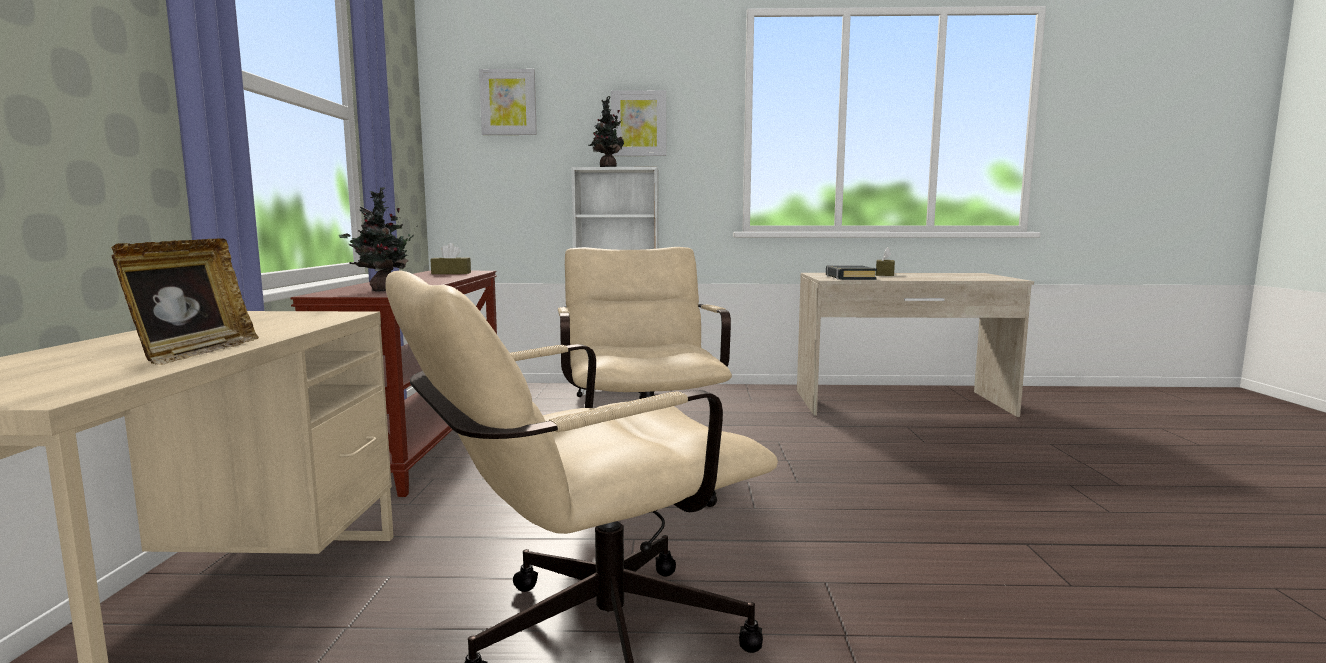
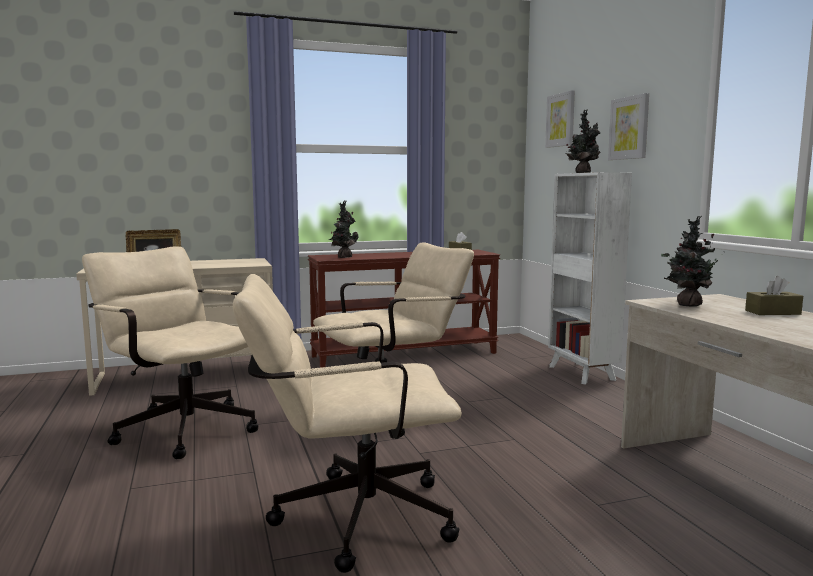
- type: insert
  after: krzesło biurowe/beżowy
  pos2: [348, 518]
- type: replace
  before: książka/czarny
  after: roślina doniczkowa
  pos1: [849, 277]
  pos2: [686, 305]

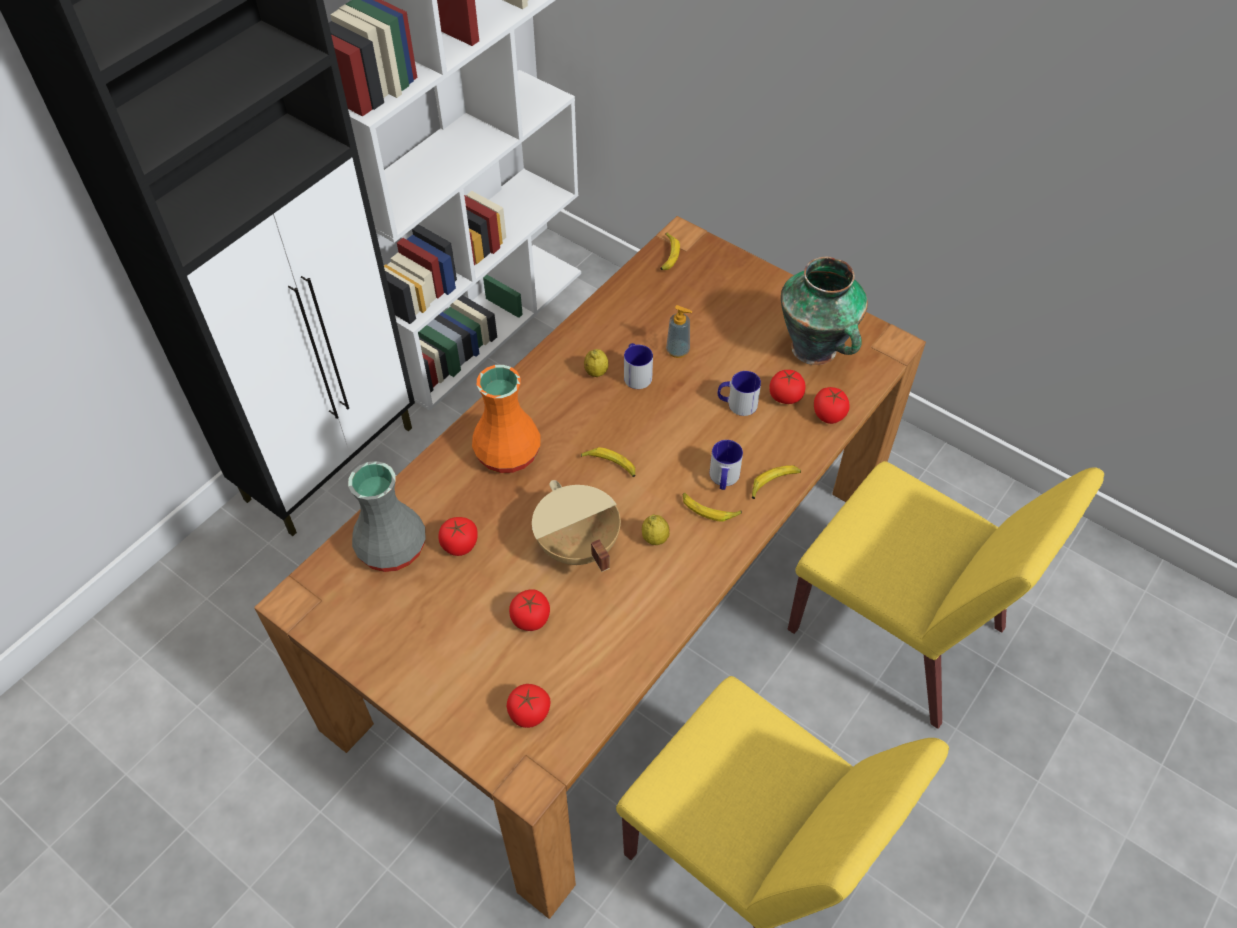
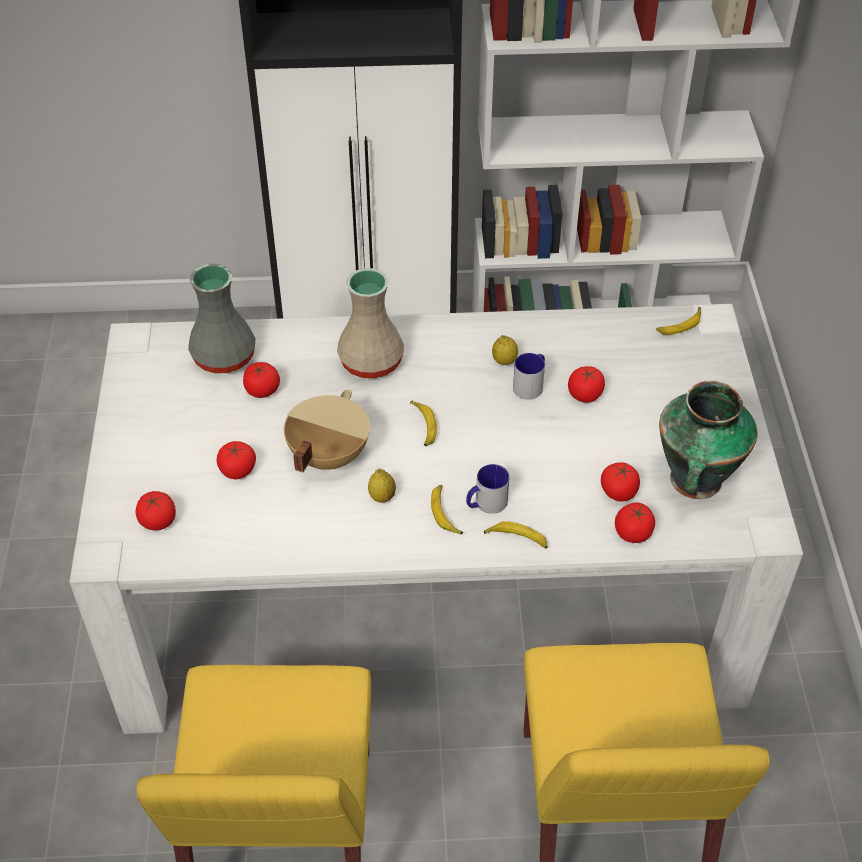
- type: recolor
  before: stół jadalny/brązowy
  after: stół jadalny/biały
  pos1: [618, 601]
  pos2: [431, 591]
- type: recolor
  before: wazon/pomarańczowy
  after: wazon/beżowy
  pos1: [508, 454]
  pos2: [370, 362]
- type: replace
  before: dozownik mydła
  after: pomidor
  pos1: [677, 351]
  pos2: [585, 394]
- type: delete
  before: kubek
  pos1: [736, 404]

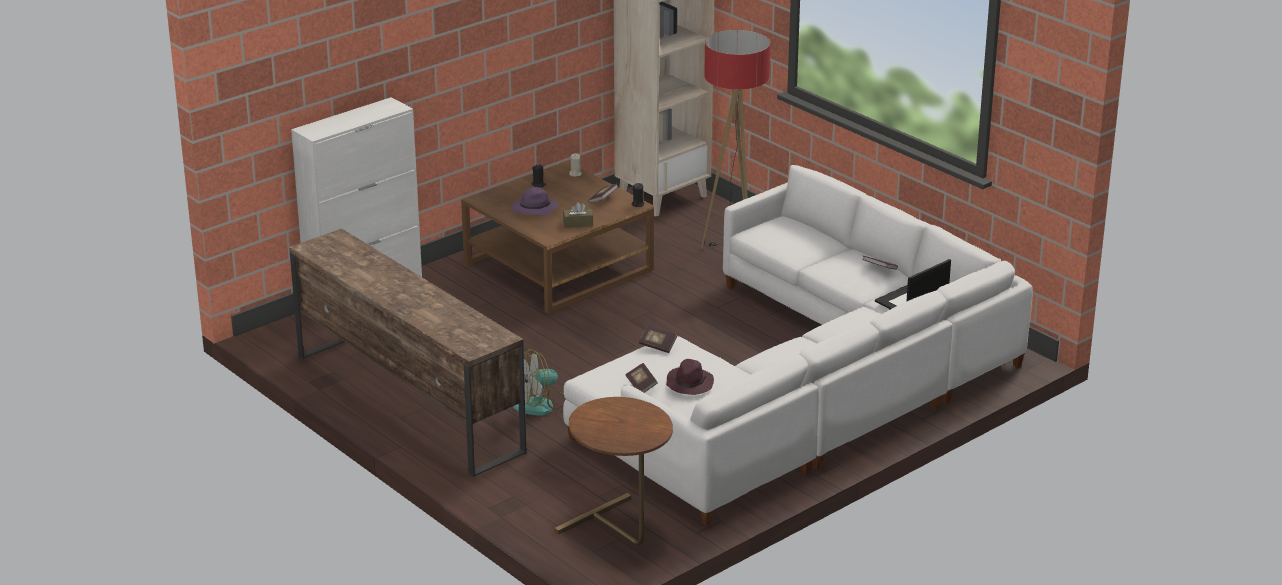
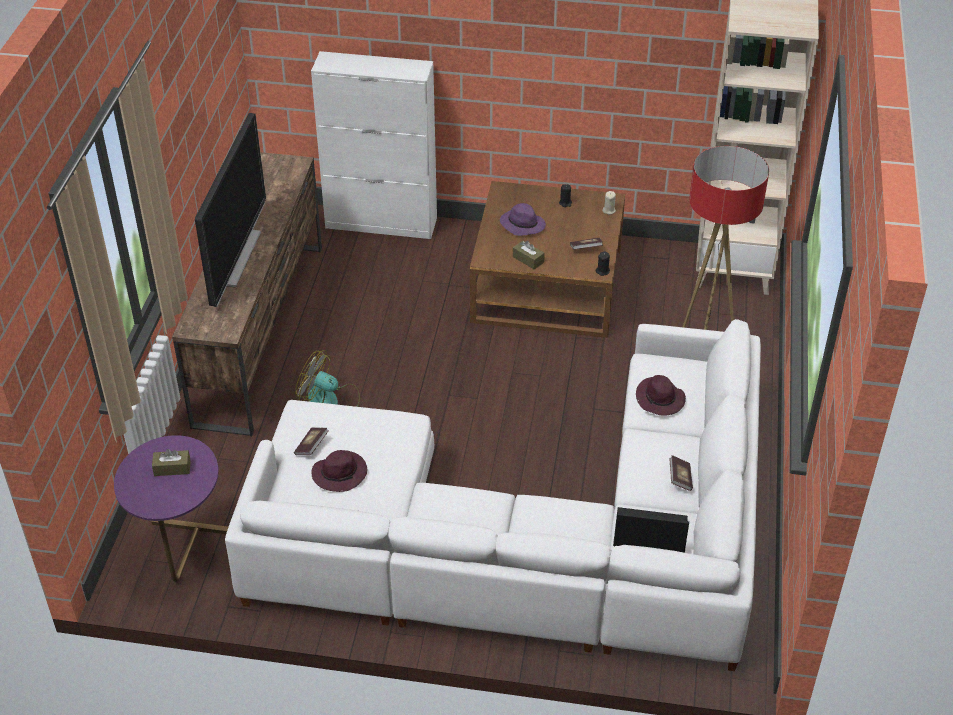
- type: recolor
  before: stolik/brązowy
  after: stolik/fioletowy
  pos1: [619, 533]
  pos2: [185, 559]
- type: insert
  after: pudełko chusteczek/brązowy
  pos2: [172, 468]
- type: insert
  after: telewizor
  pos2: [235, 257]
- type: insert
  after: kapelusz/fioletowy
  pos2: [660, 399]
- type: delete
  before: książka
  pos1: [658, 346]

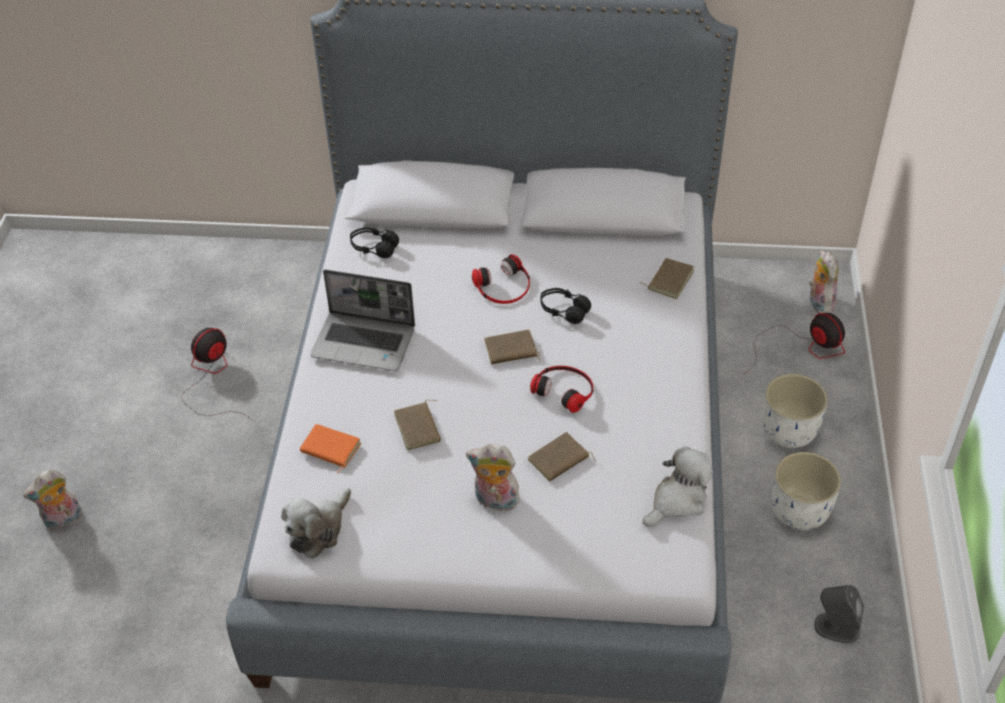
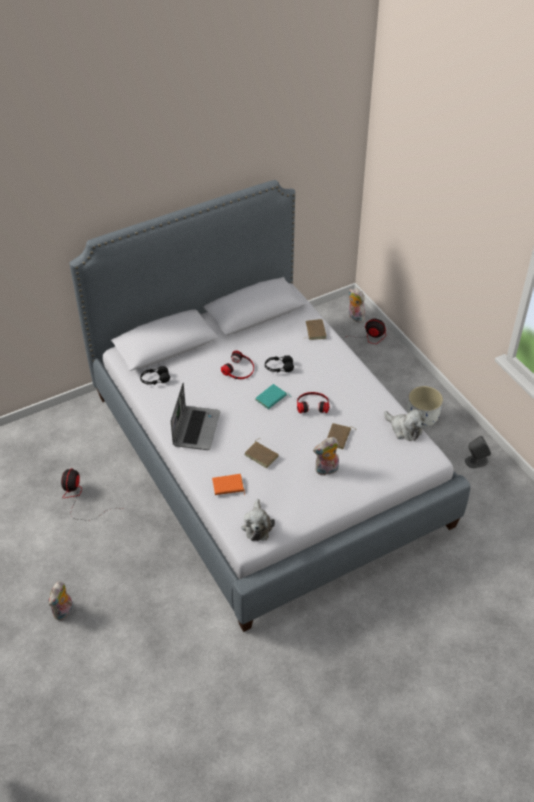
- type: rotate
  before: laptop
  pos1: [365, 342]
  pos2: [196, 428]
  turn: -60
- type: recolor
  before: książka/brązowy
  after: książka/turkusowy
  pos1: [511, 351]
  pos2: [271, 398]
- type: rotate
  before: pluszak
  pos1: [677, 500]
  pos2: [404, 429]
  turn: 120
- type: delete
  before: donica/biały
  pos1: [789, 431]

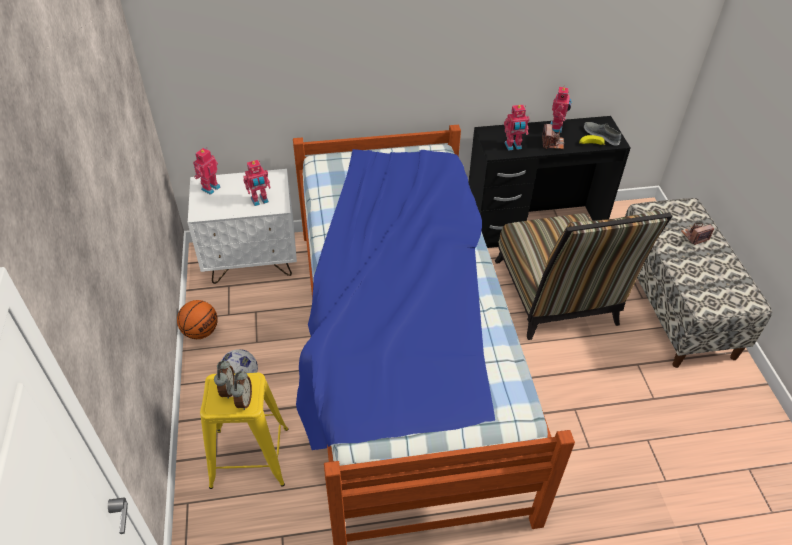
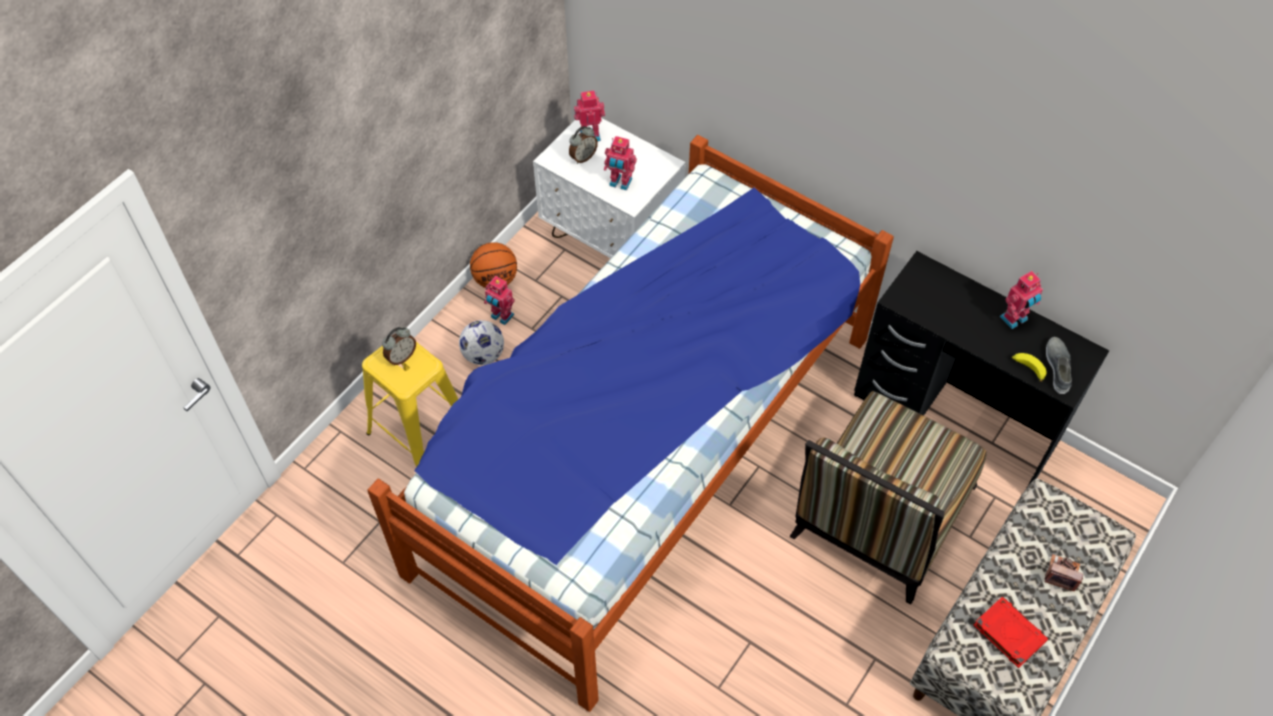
- type: move
  before: robot zabawkowy
  pos1: [513, 146]
  pos2: [501, 317]
- type: move
  before: budzik
  pos1: [243, 401]
  pos2: [583, 157]
- type: insert
  after: książka/czerwony
  pos2: [1008, 633]
- type: delete
  before: aparat fotograficzny
  pos1: [552, 143]

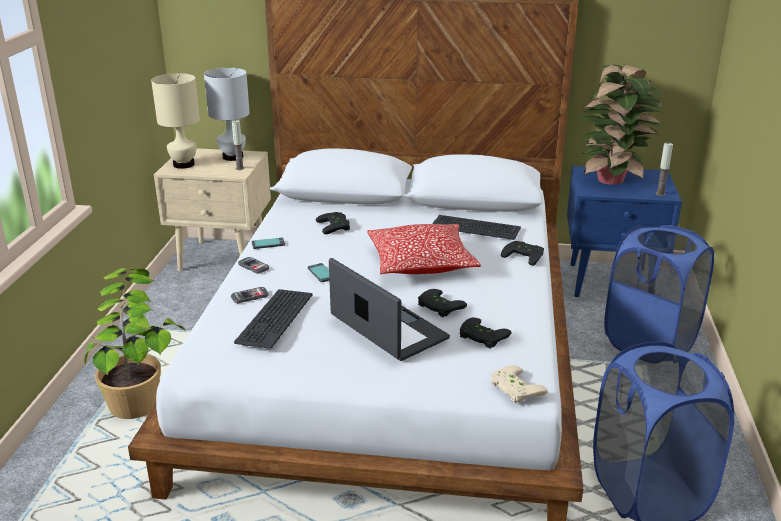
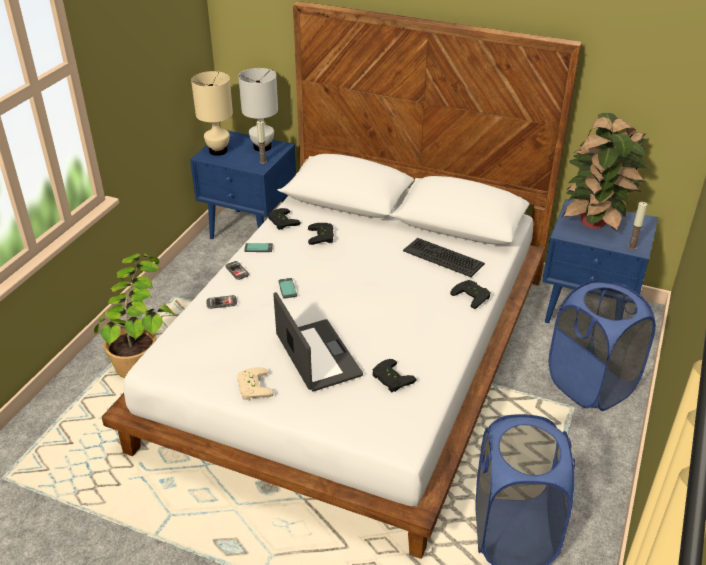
- type: recolor
  before: szafka nocna/beżowy
  after: szafka nocna/niebieski
  pos1: [224, 258]
  pos2: [251, 231]
- type: move
  before: pad do gier/beżowy
  pos1: [514, 389]
  pos2: [252, 387]
- type: move
  before: pad do gier/czarny
  pos1: [438, 307]
  pos2: [281, 221]
- type: delete
  before: klawiatura
  pos1: [274, 318]
- type: delete
  before: poduszka
  pos1: [421, 263]

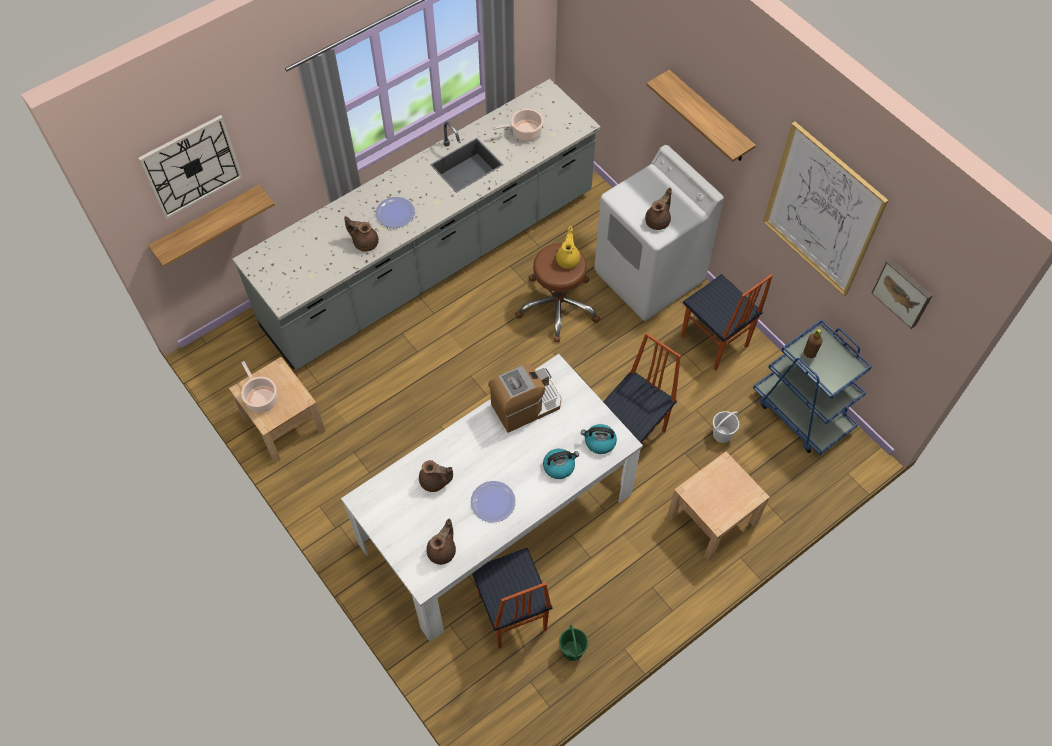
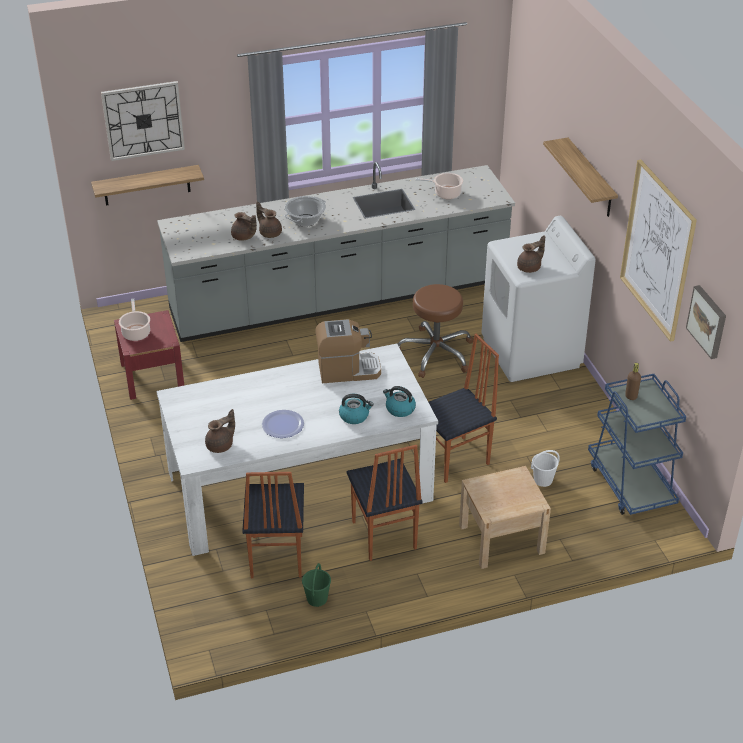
- type: recolor
  before: szafka nocna/beżowy
  after: szafka nocna/czerwony
  pos1: [284, 424]
  pos2: [152, 376]
- type: move
  before: imbryk/brązowy
  pos1: [435, 481]
  pos2: [243, 237]
- type: replace
  before: talerz
  after: garnek
  pos1: [395, 213]
  pos2: [305, 220]
- type: move
  before: krzesło
  pos1: [714, 342]
  pos2: [383, 536]
- type: delete
  before: imbryk/żółty
  pos1: [568, 259]

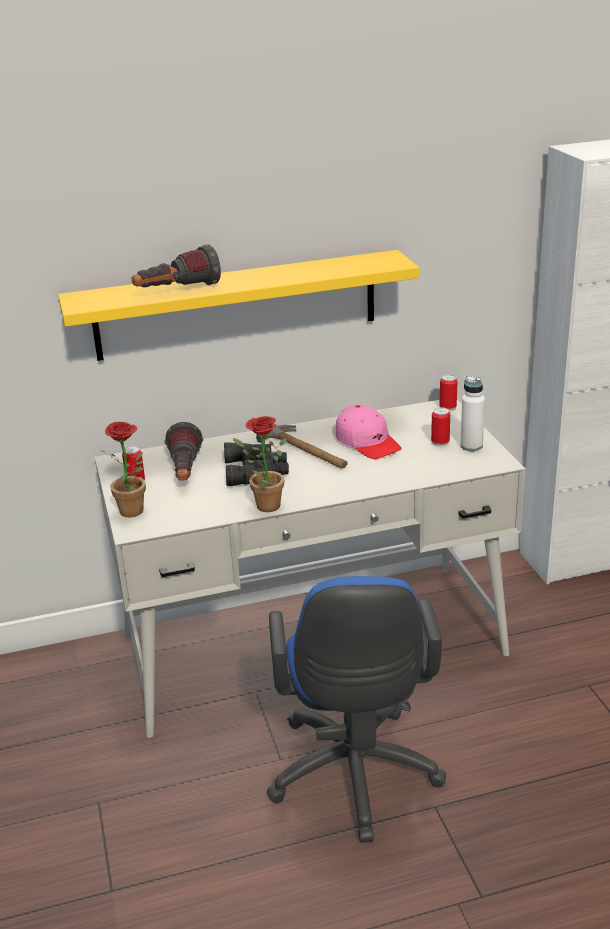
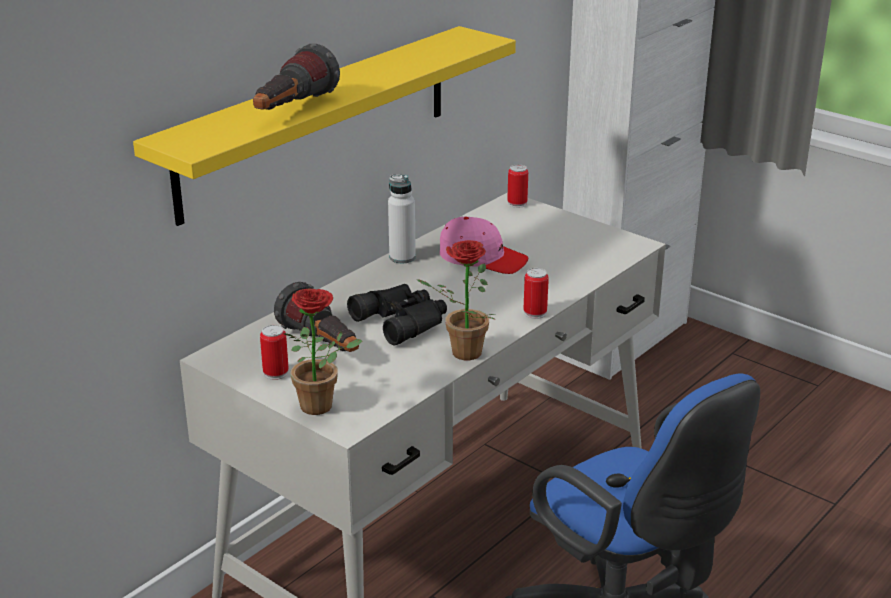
- type: move
  before: butelka/biały
  pos1: [471, 446]
  pos2: [402, 257]
- type: move
  before: puszka
  pos1: [440, 442]
  pos2: [535, 313]
- type: delete
  before: młotek
  pos1: [306, 451]

